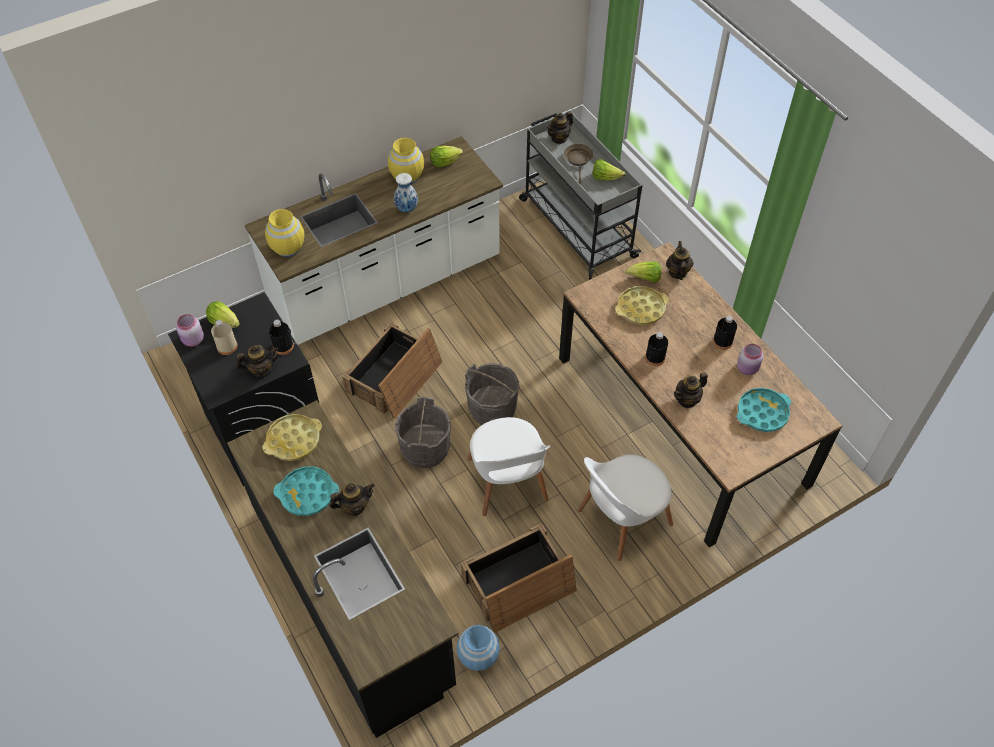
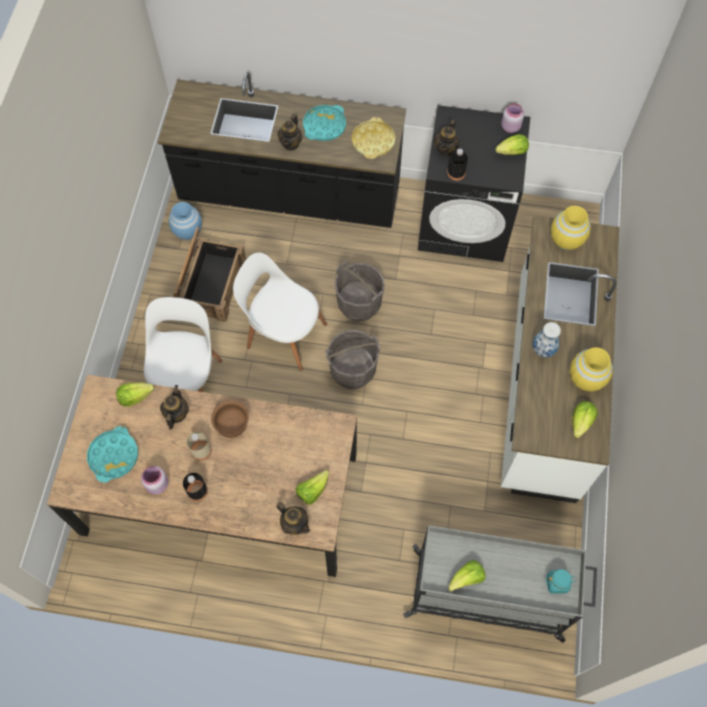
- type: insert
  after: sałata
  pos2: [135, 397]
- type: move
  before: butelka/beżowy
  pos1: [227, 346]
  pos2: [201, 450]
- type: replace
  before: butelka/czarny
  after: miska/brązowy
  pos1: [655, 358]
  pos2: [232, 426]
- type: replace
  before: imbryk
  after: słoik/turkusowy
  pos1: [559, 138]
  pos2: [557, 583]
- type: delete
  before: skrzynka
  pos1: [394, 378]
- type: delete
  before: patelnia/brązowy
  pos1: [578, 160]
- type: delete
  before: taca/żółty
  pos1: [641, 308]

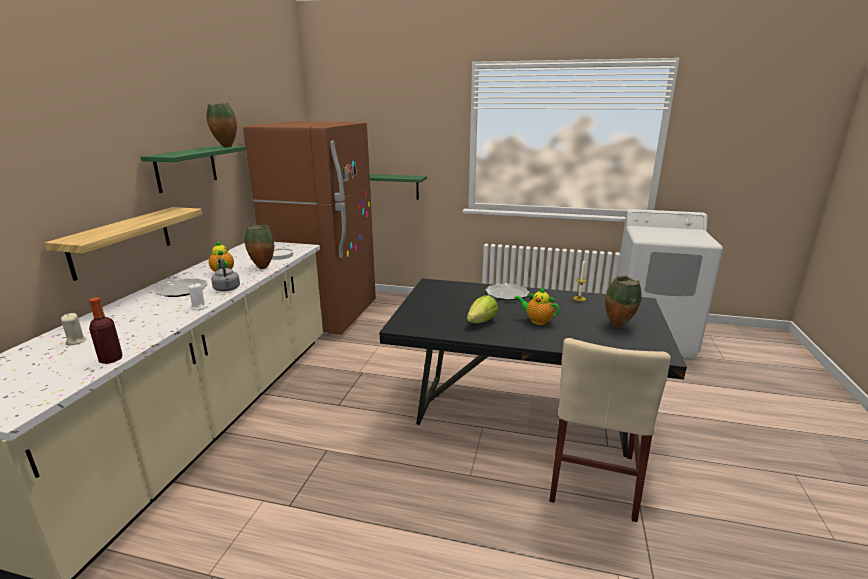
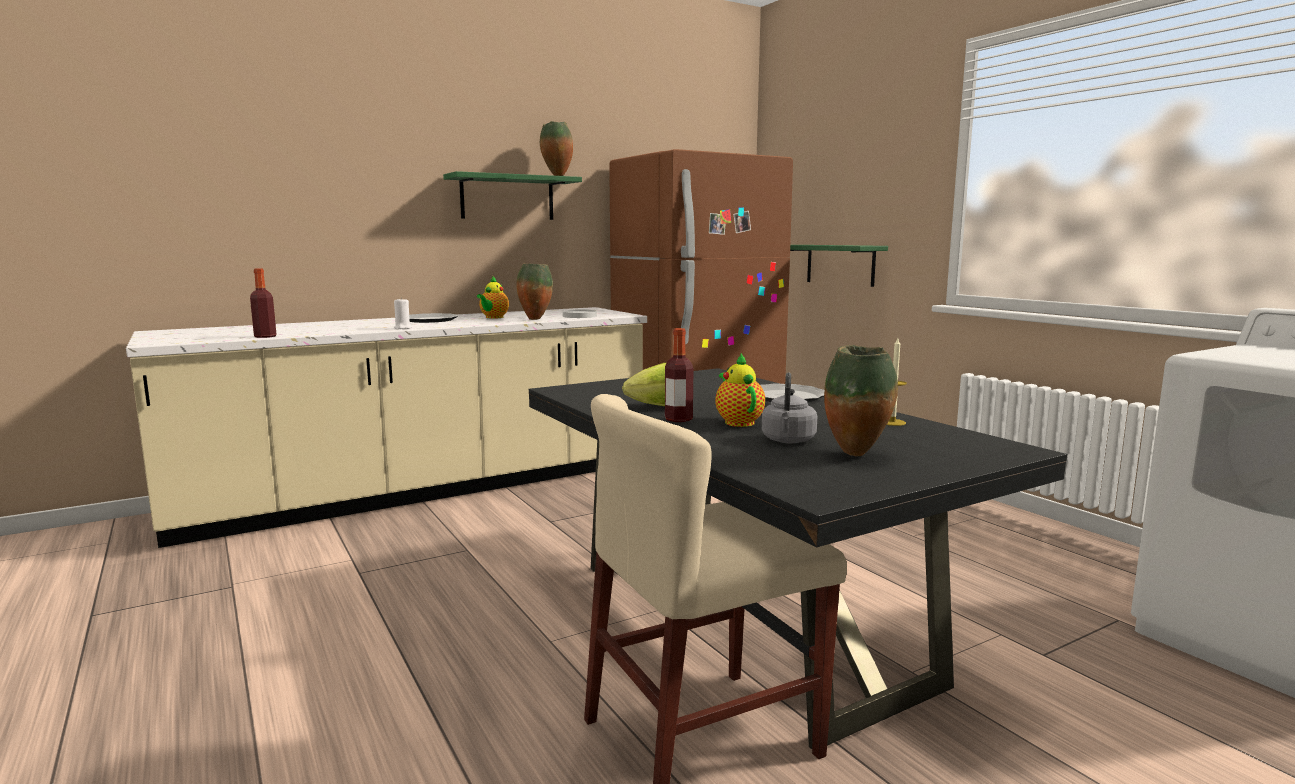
- type: insert
  after: butelka
  pos2: [678, 419]
- type: move
  before: czajnik/szary
  pos1: [227, 289]
  pos2: [788, 441]
- type: delete
  before: półka
  pos1: [121, 241]
- type: delete
  before: świeca/beżowy
  pos1: [76, 341]

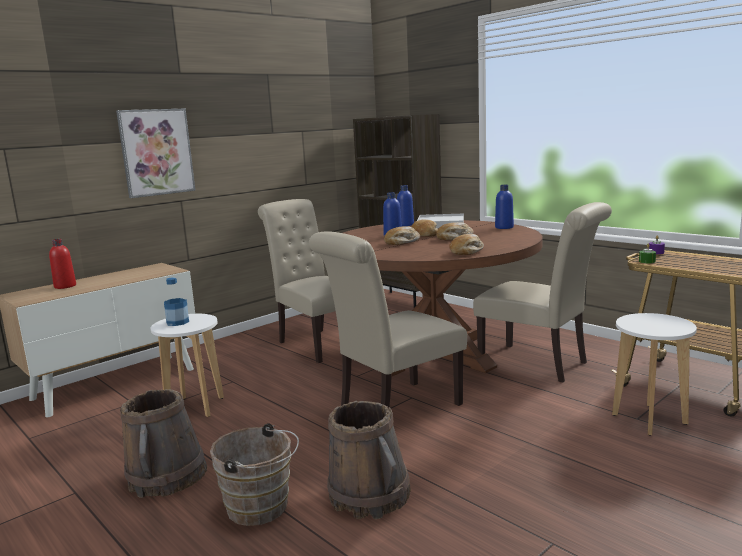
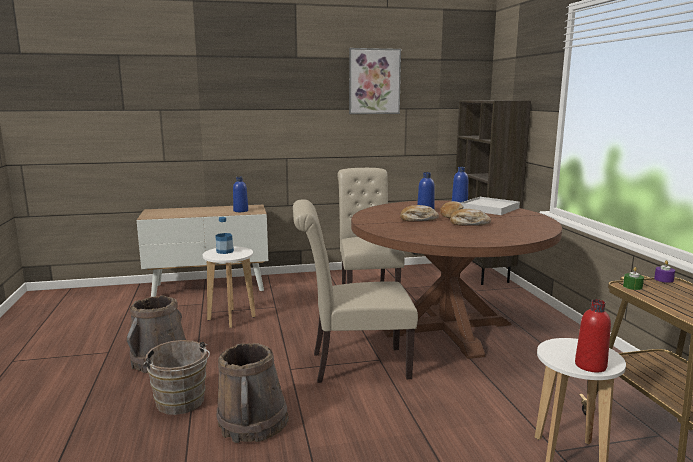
- type: move
  before: butelka/niebieski
  pos1: [504, 227]
  pos2: [240, 211]
- type: move
  before: obraz
  pos1: [156, 152]
  pos2: [374, 81]
- type: move
  before: butelka/czerwony
  pos1: [65, 286]
  pos2: [590, 365]
- type: delete
  before: chleb
  pos1: [467, 251]
- type: delete
  before: krzesło/beżowy
  pos1: [539, 364]

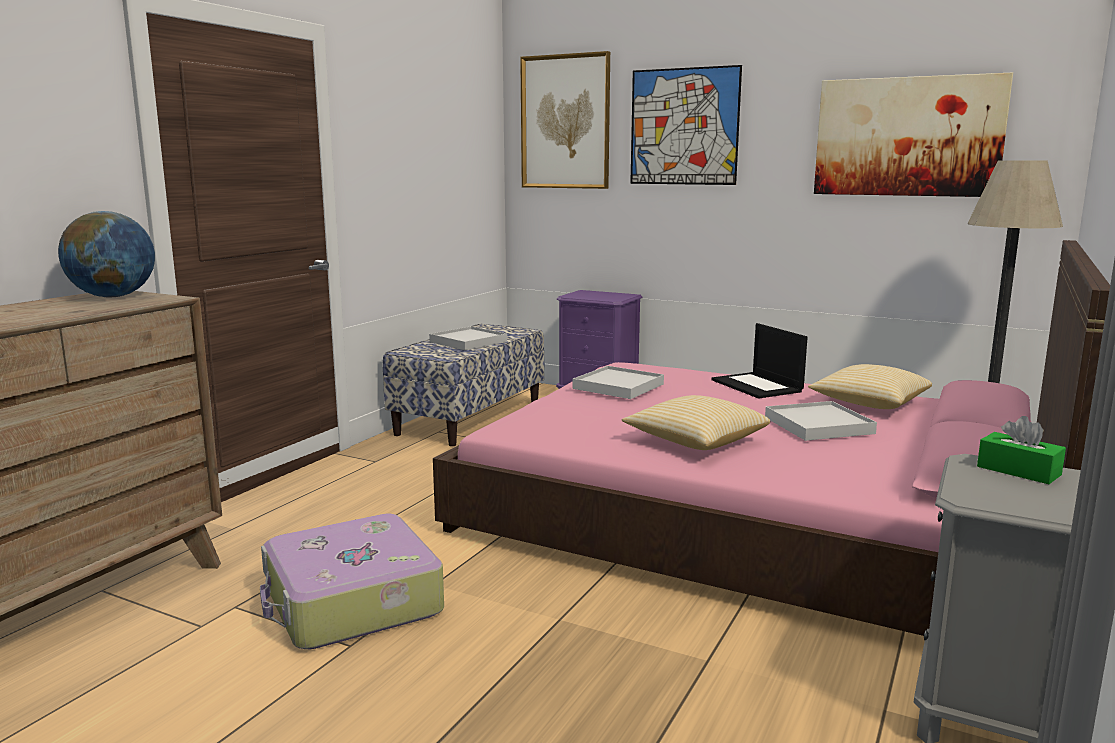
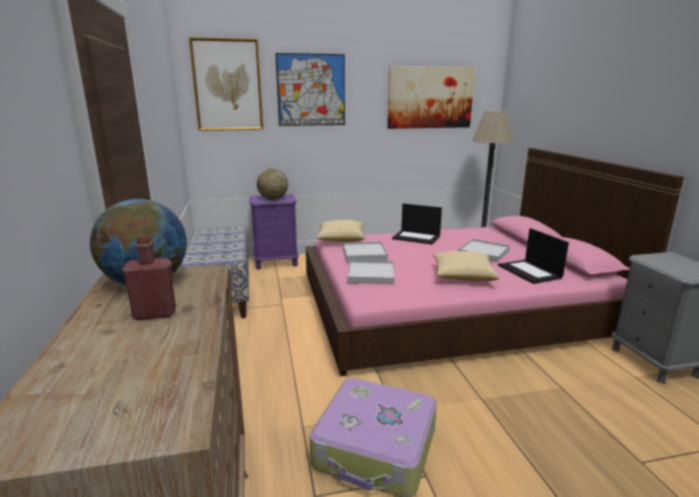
- type: insert
  after: butelka/czerwony
  pos2: [154, 314]
- type: insert
  after: globus
  pos2: [273, 199]
- type: move
  before: poduszka
  pos1: [869, 403]
  pos2: [341, 240]
- type: move
  before: taca/biały
  pos1: [468, 342]
  pos2: [371, 275]
- type: insert
  after: laptop
  pos2: [530, 272]
- type: delete
  before: pudełko chusteczek/zielony
  pos1: [1018, 471]

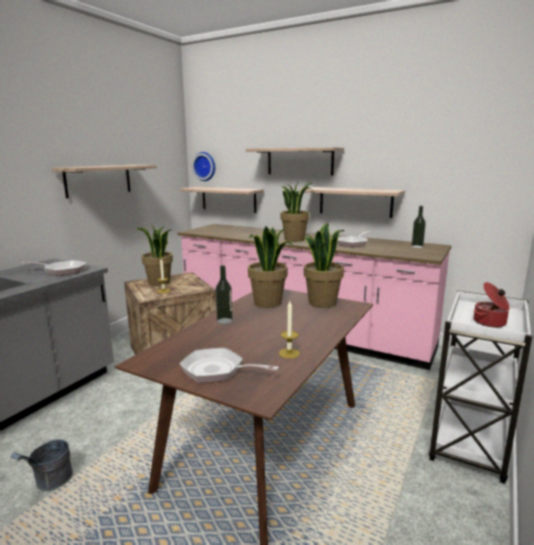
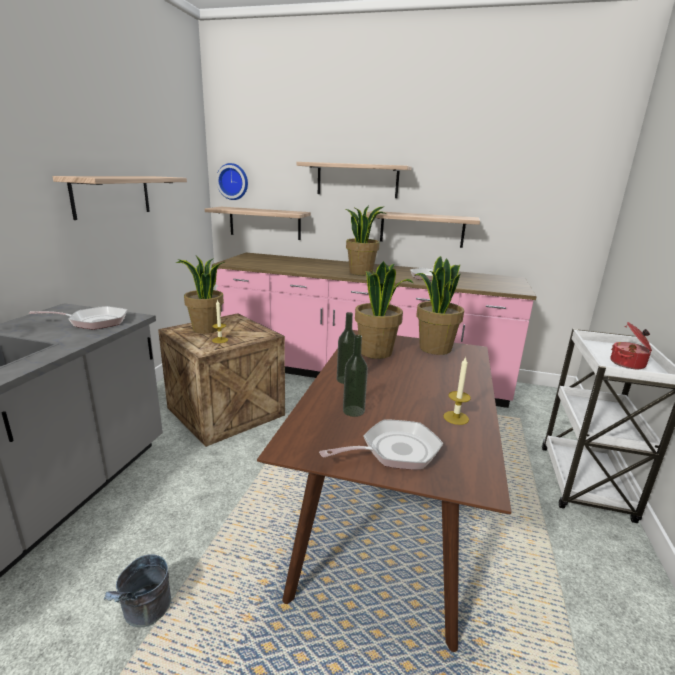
- type: rotate
  before: patelnia
  pos1: [217, 371]
  pos2: [395, 451]
  turn: 150
- type: move
  before: butelka
  pos1: [417, 246]
  pos2: [353, 411]

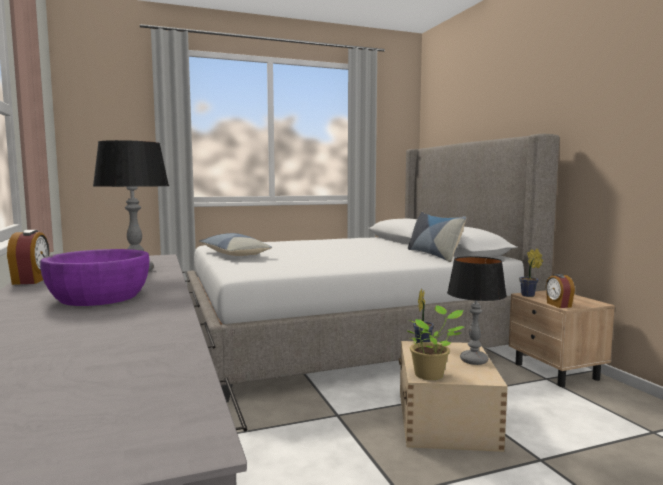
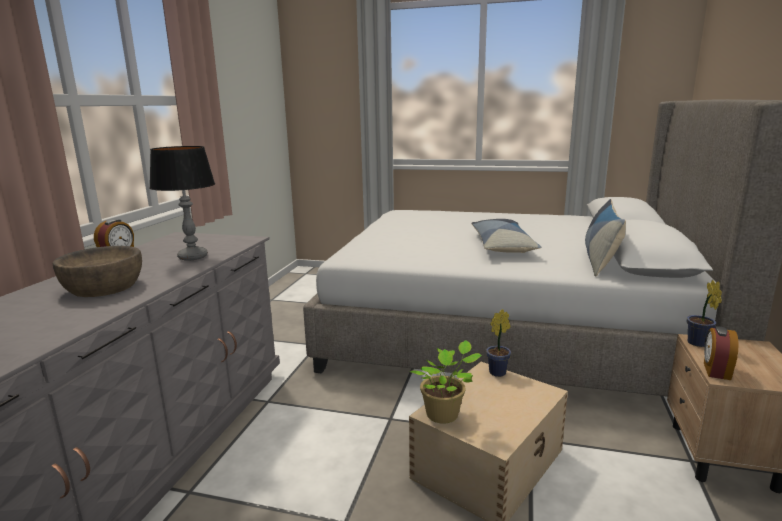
- type: recolor
  before: miska/fioletowy
  after: miska/brązowy
  pos1: [99, 297]
  pos2: [103, 287]
- type: move
  before: poduszka
  pos1: [234, 254]
  pos2: [502, 246]
- type: delete
  before: lampa stołowa
  pos1: [474, 360]

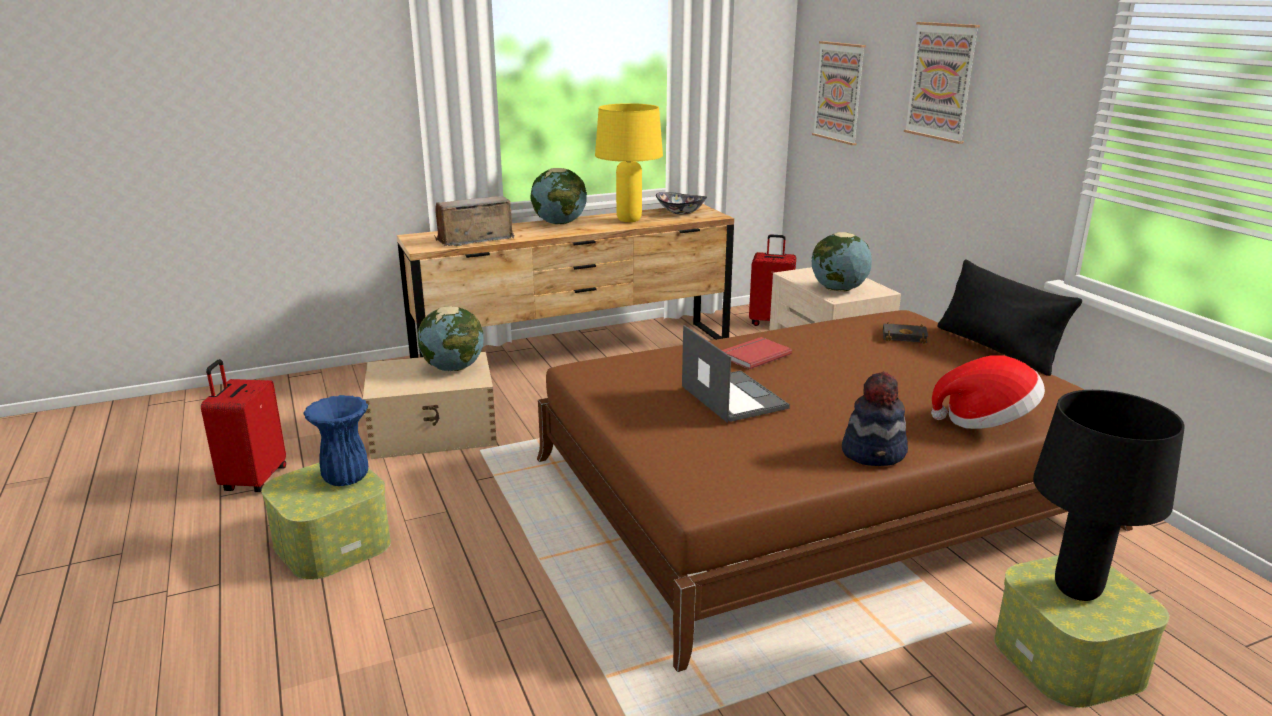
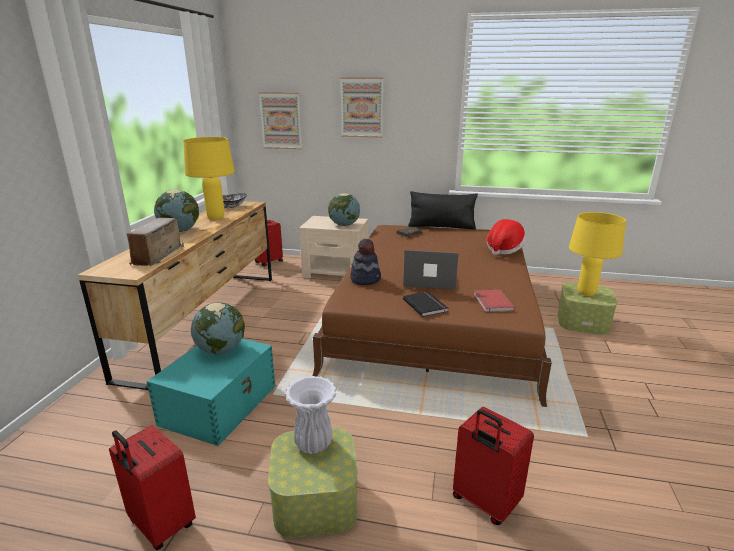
- type: recolor
  before: pojemnik do przechowywania/beżowy
  after: pojemnik do przechowywania/turkusowy
  pos1: [435, 431]
  pos2: [220, 404]
- type: recolor
  before: wazon/niebieski
  after: wazon/biały
  pos1: [346, 479]
  pos2: [314, 444]
- type: move
  before: kapelusz
  pos1: [874, 452]
  pos2: [366, 279]
- type: insert
  after: książka/czarny
  pos2: [426, 305]
- type: insert
  after: walizka/czerwony
  pos2: [484, 502]
- type: move
  before: książka/czerwony
  pos1: [753, 355]
  pos2: [491, 302]
- type: recolor
  before: lampa stołowa/czarny
  after: lampa stołowa/żółty
  pos1: [1076, 590]
  pos2: [585, 293]

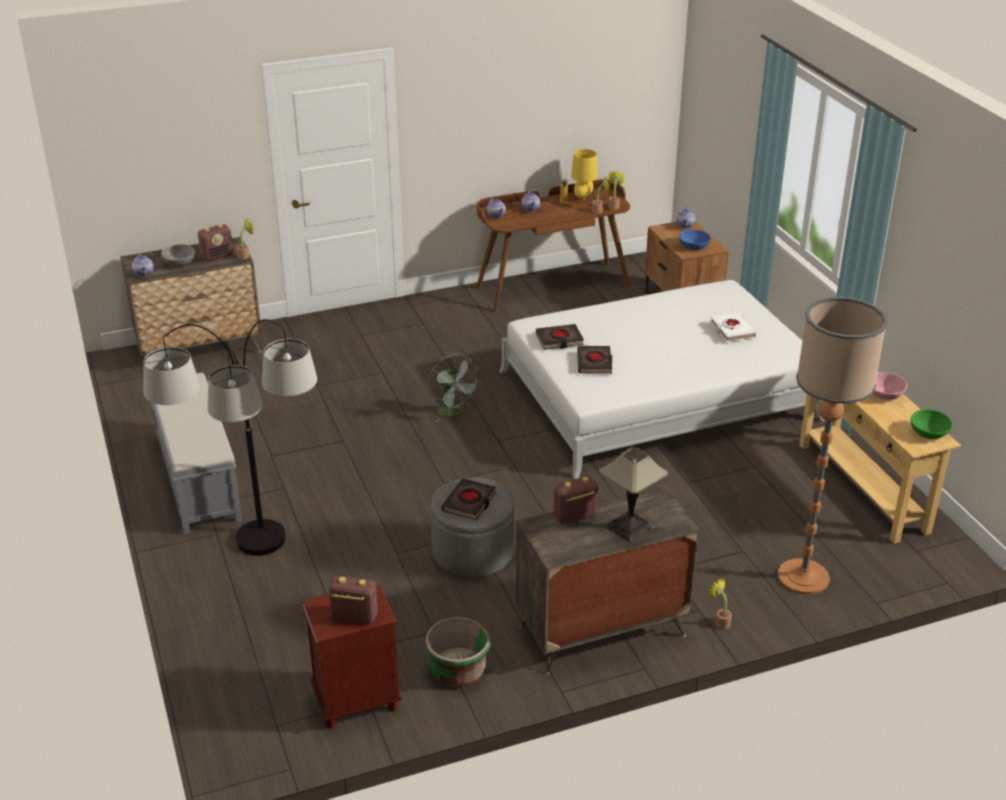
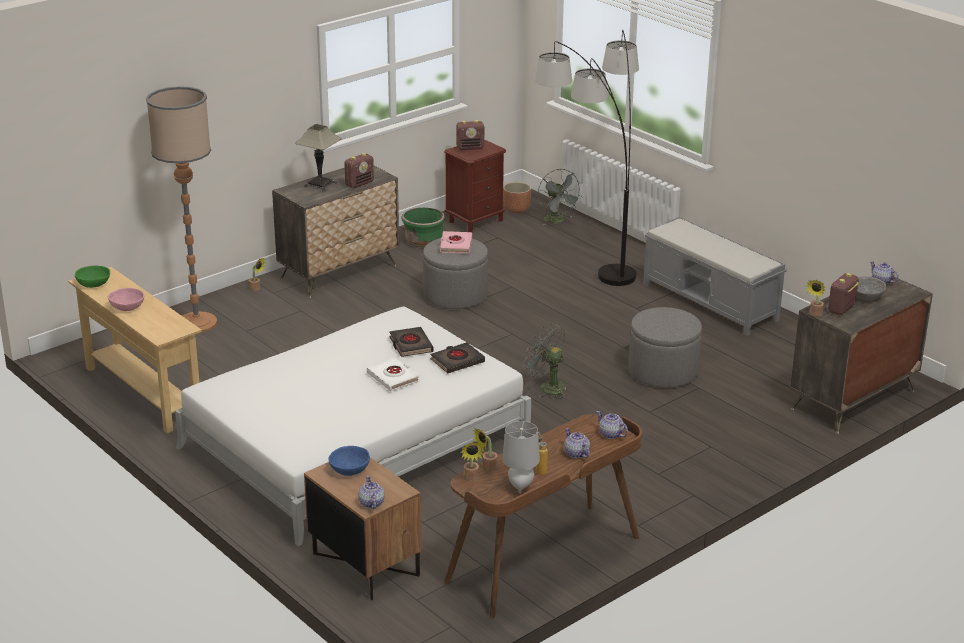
- type: move
  before: książka/biały
  pos1: [732, 330]
  pos2: [393, 378]
- type: recolor
  before: książka/czarny
  after: książka/różowy
  pos1: [469, 502]
  pos2: [455, 245]
- type: recolor
  before: lampa stołowa/żółty
  after: lampa stołowa/szary
  pos1: [583, 197]
  pos2: [520, 486]
- type: insert
  after: donica/brązowy
  pos2: [517, 209]
- type: insert
  after: wentylator/szary
  pos2: [558, 221]
- type: insert
  after: pufa/szary
  pos2: [663, 372]

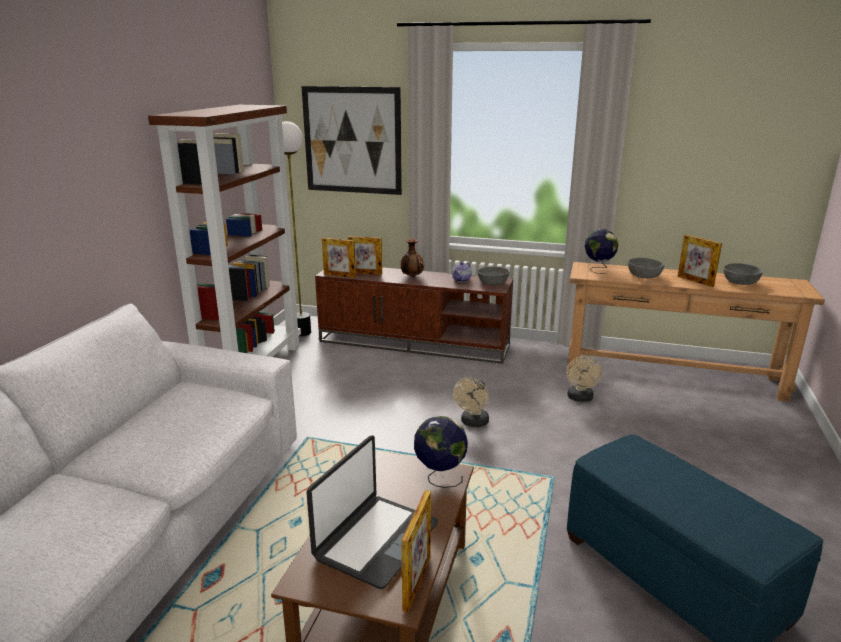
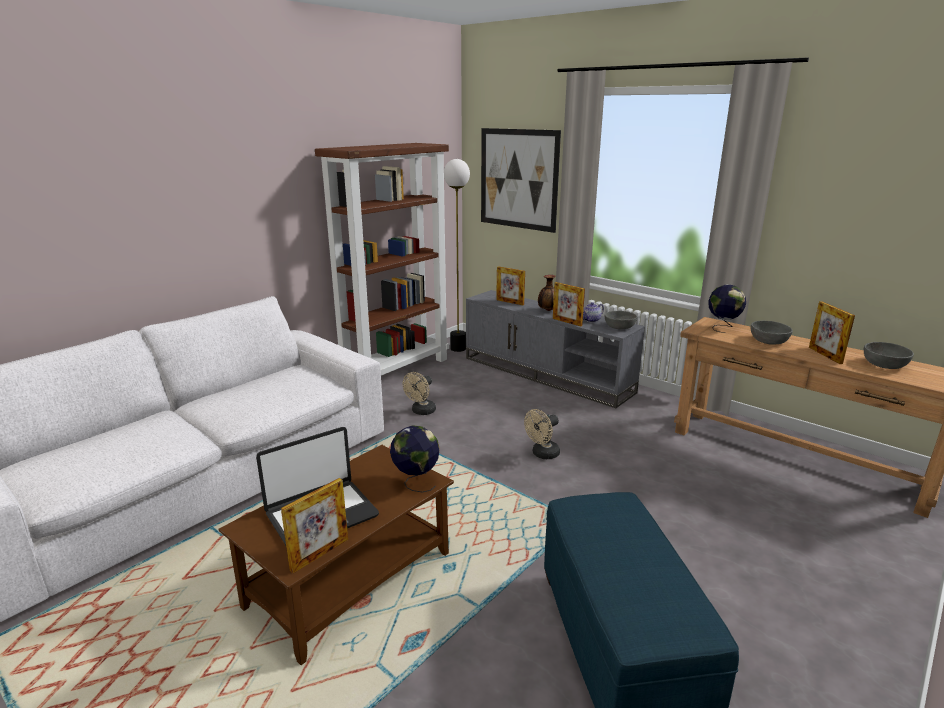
- type: move
  before: wentylator/beżowy
  pos1: [580, 398]
  pos2: [421, 412]
- type: recolor
  before: szafka pod telewizor/brązowy
  after: szafka pod telewizor/szary
  pos1: [415, 343]
  pos2: [547, 374]
- type: move
  before: ramka na zdjęcie
  pos1: [339, 275]
  pos2: [567, 322]

